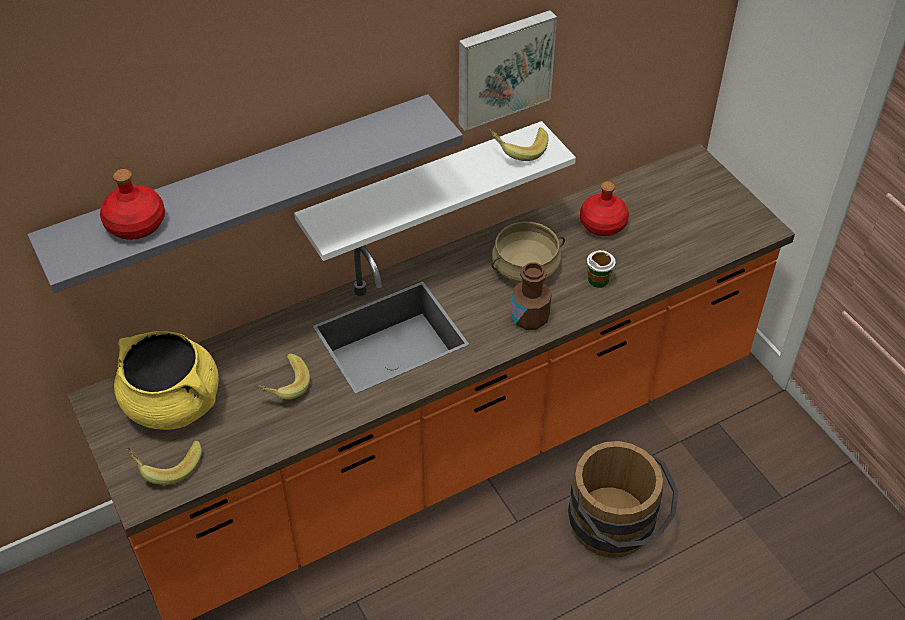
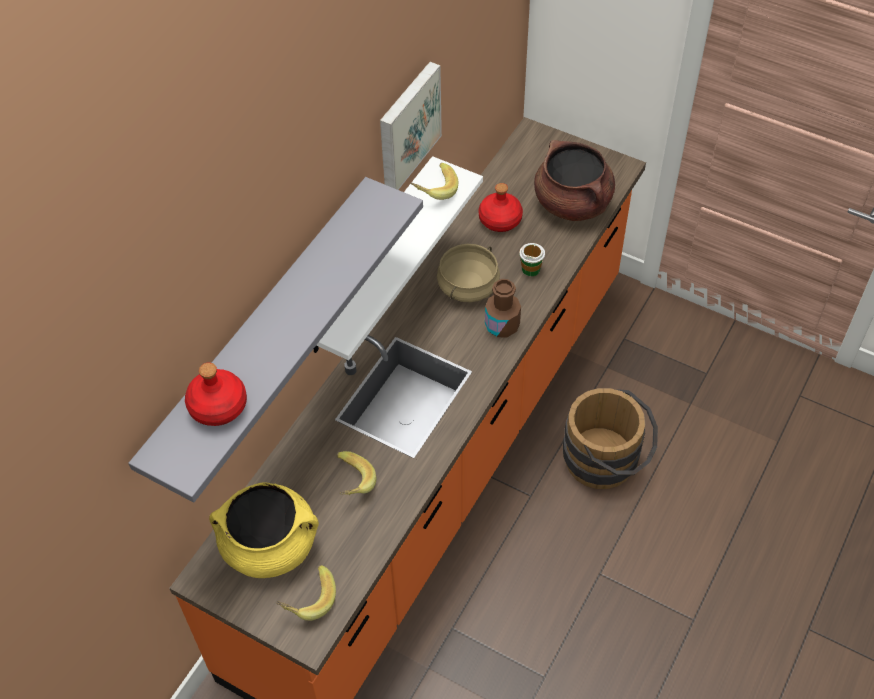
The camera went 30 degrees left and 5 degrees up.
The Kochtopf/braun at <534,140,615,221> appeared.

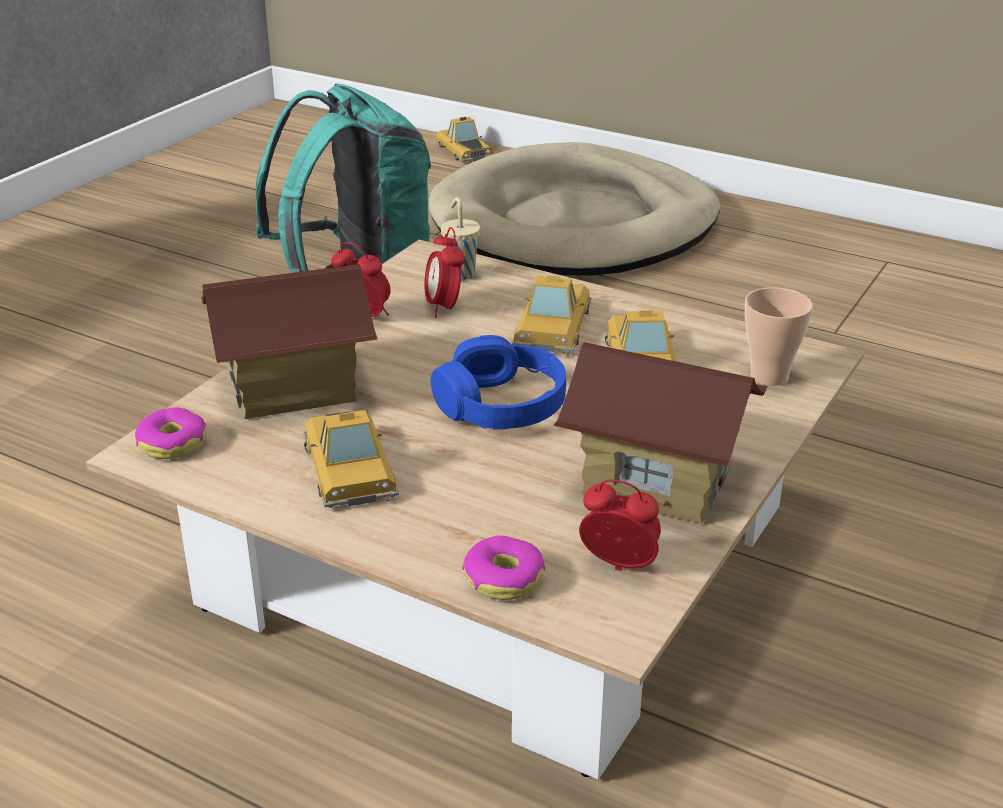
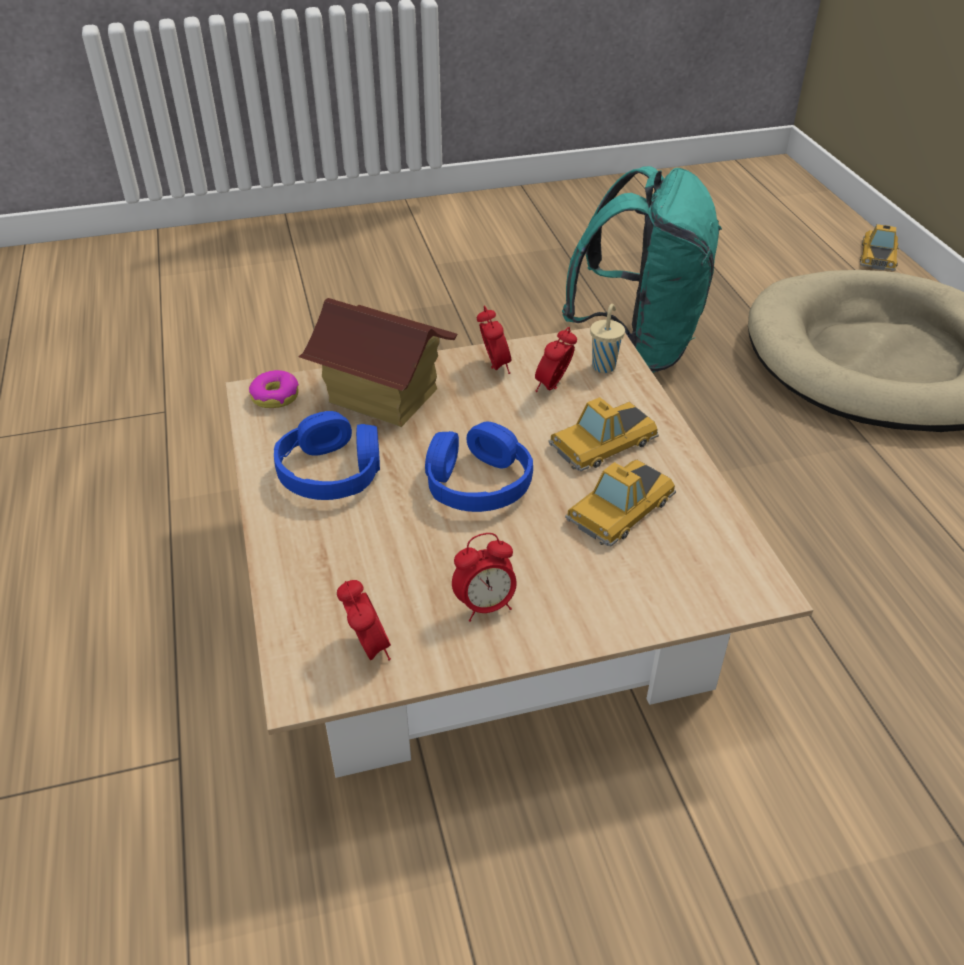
The camera went 45 degrees right and 10 degrees up.
The Spielzeugauto at <303,410,399,508> was replaced by the Kopfhörer/blau at <274,411,380,500>.
The Donut at <463,535,545,600> disappeared.
The Spielzeughaus at <553,342,767,524> was replaced by the Wecker at <452,533,517,622>.
The Tasse at <745,287,813,386> disappeared.

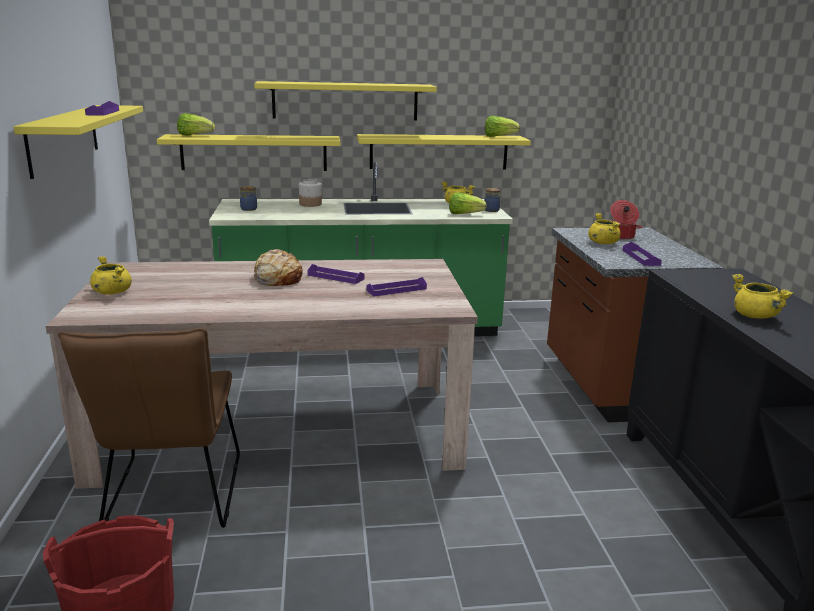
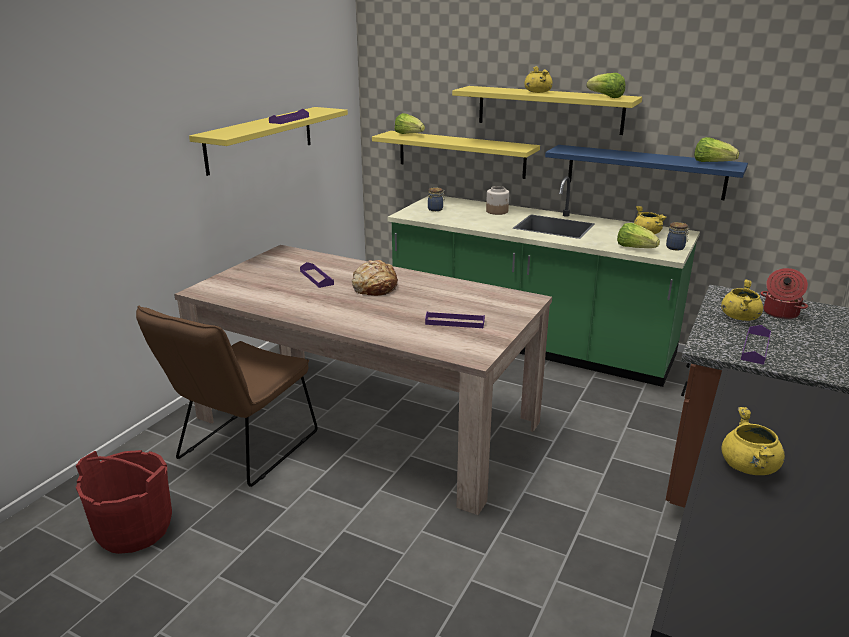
The camera went 35 degrees right and 5 degrees up.
The Kochtopf/gelb moved from <90,256,132,295> to <524,66,553,93>.
The Tablett/lila moved from <308,264,365,284> to <300,262,334,288>.
The Wandregal/gelb at <357,134,531,170> became the Wandregal/blau at <545,145,748,200>.
The Salatkopf at <587,73,625,98> appeared.

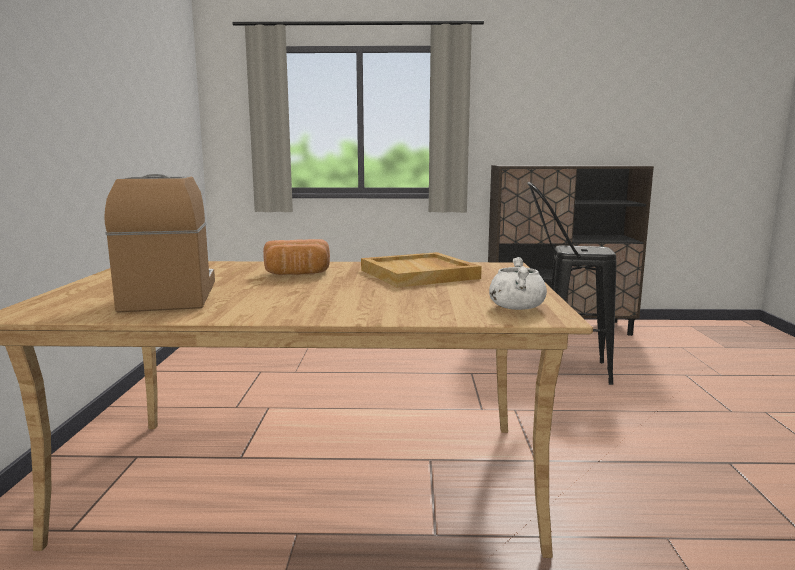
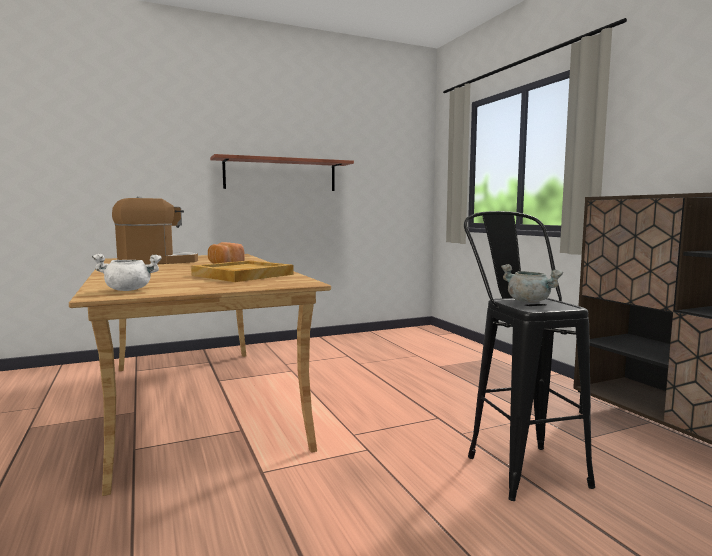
The camera went 65 degrees right and 5 degrees down.
The Wandregal at <210,154,354,191> appeared.
The Kochtopf/grau at <501,264,563,303> appeared.

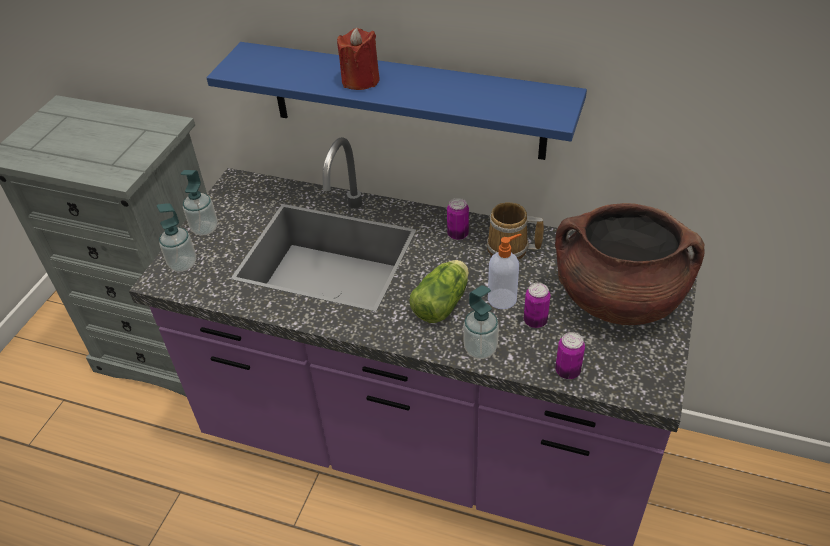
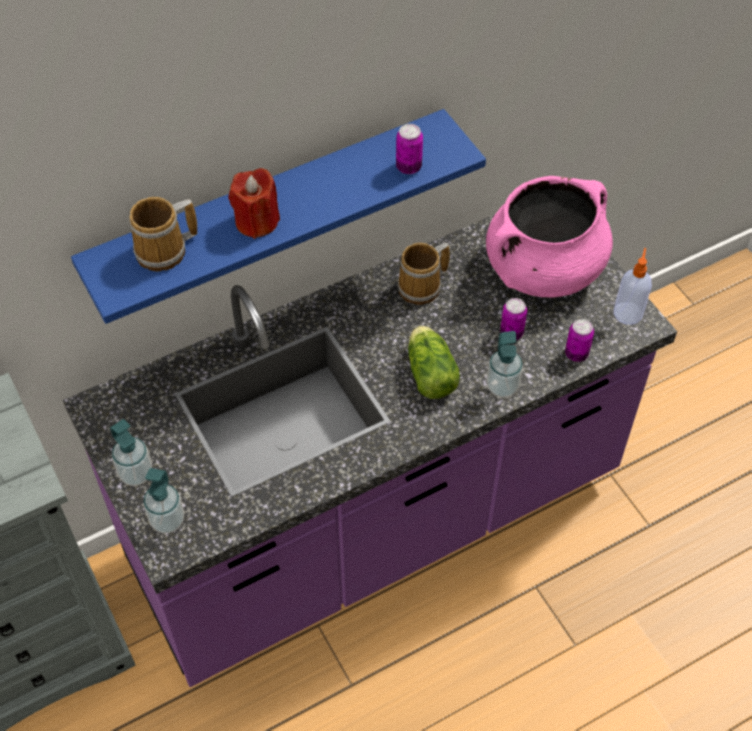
The camera went 50 degrees left and 10 degrees up.
The Dose moved from <447,198,469,240> to <396,124,423,174>.
The Seifenspender moved from <488,234,522,309> to <614,248,652,325>.
The Kochtopf/braun at <555,203,705,325> became the Kochtopf/rosa at <486,176,613,298>.
The Henkelbecher at <129,197,197,271> appeared.

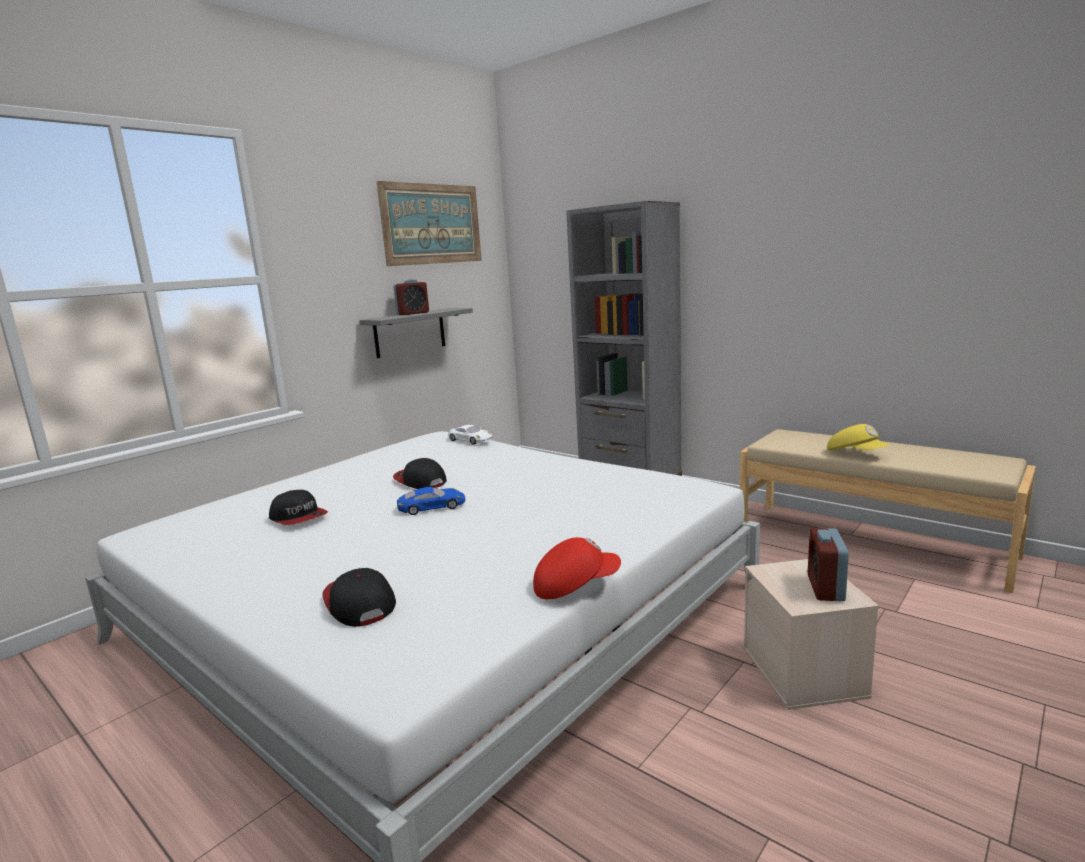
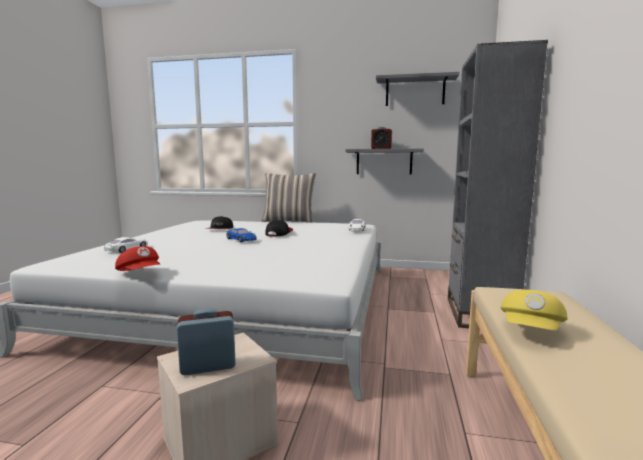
The camera went 60 degrees right and 5 degrees down.
The Kappe at <322,568,396,627> was replaced by the Spielzeugauto/weiß at <104,237,148,253>.
The Bild at <376,181,482,266> was replaced by the Wandregal/grau at <376,72,459,106>.
The Kissen at <261,173,316,223> appeared.

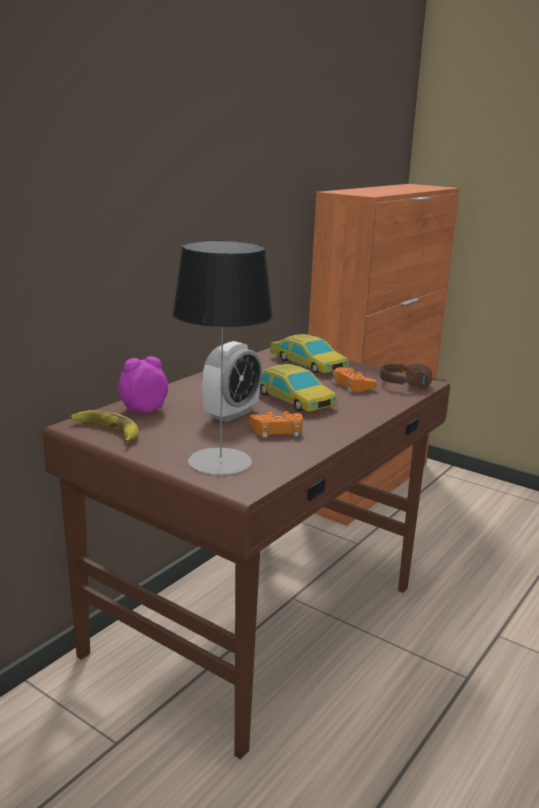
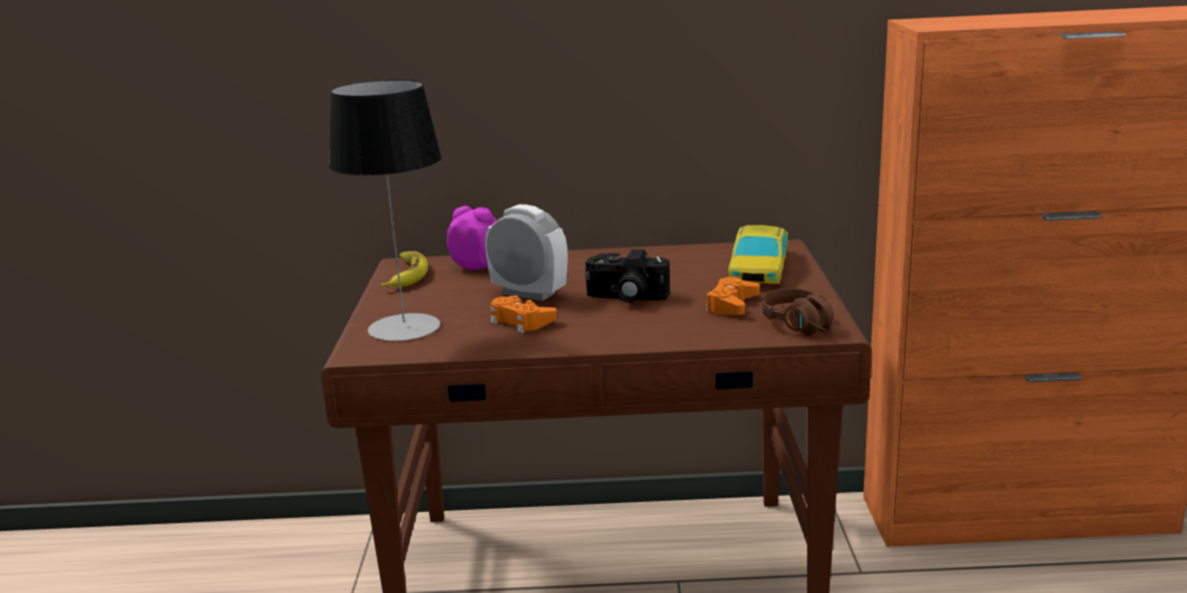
The camera went 55 degrees right and 0 degrees up.
The Wecker at <202,341,262,422> turned 150 degrees counterclockwise.
The Spielzeugauto at <260,364,338,412> was replaced by the Kamera at <586,249,670,303>.

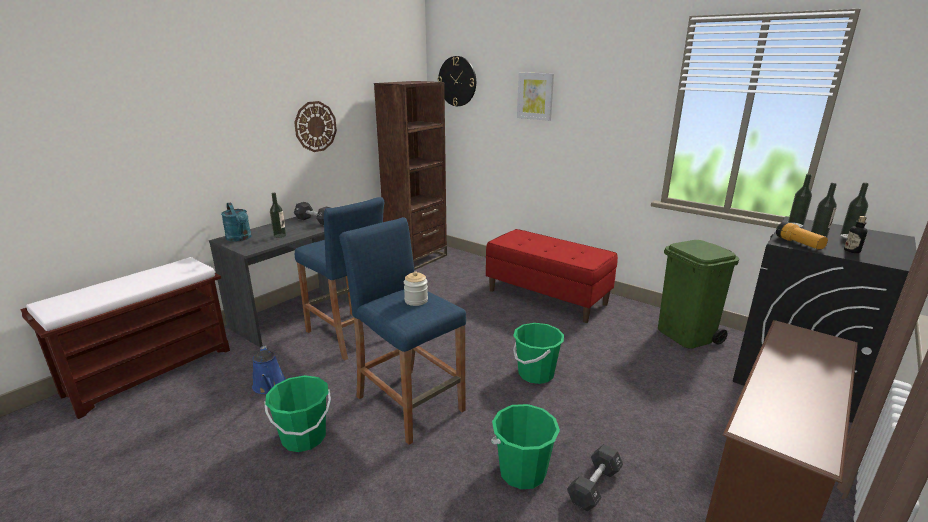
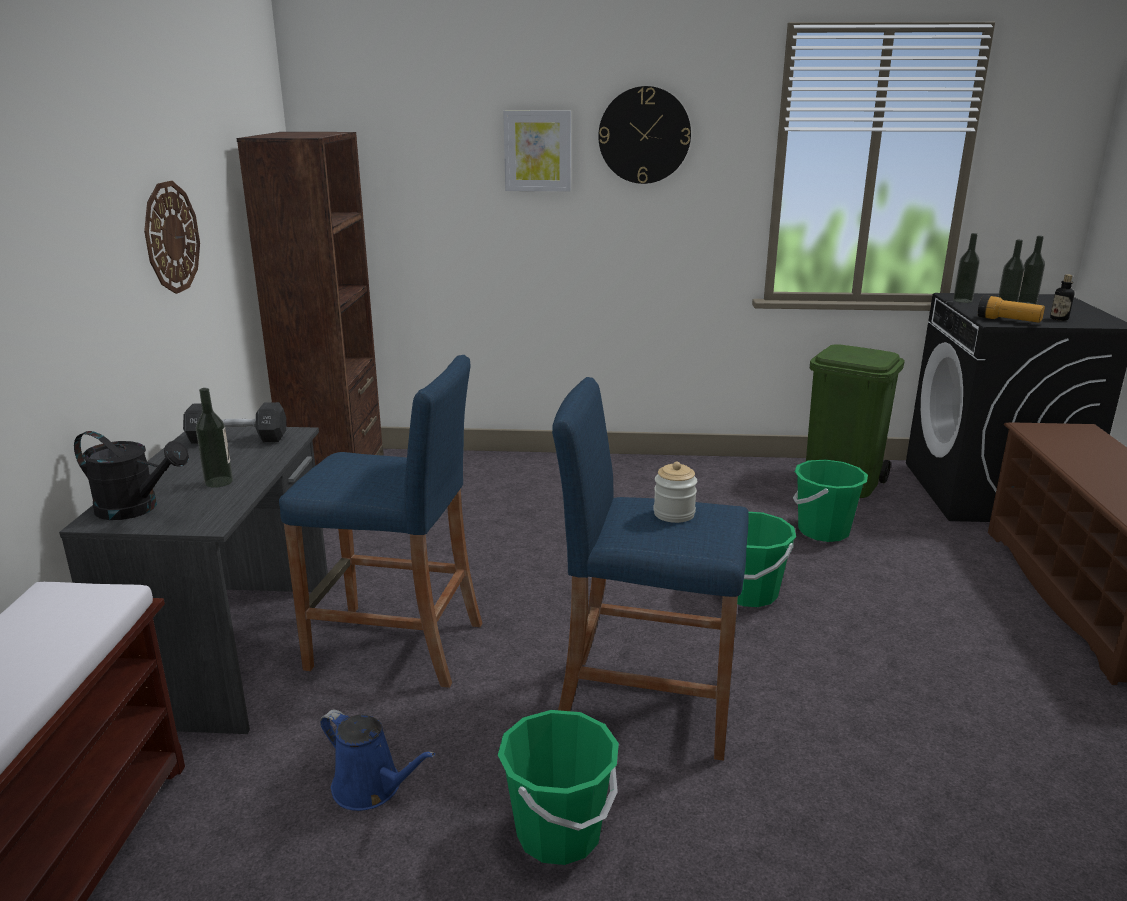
The camera went 35 degrees left and 0 degrees up.
The Gießkanne/türkis at <221,202,252,242> became the Gießkanne/schwarz at <74,431,189,520>.
The Wanduhr moved from <437,56,476,106> to <598,86,691,184>.
The Bank/rot at <486,229,618,323> disappeared.
The Eimer/grün moved from <491,404,560,489> to <793,460,868,542>.
The Hantel/schwarz at <567,444,623,512> disappeared.

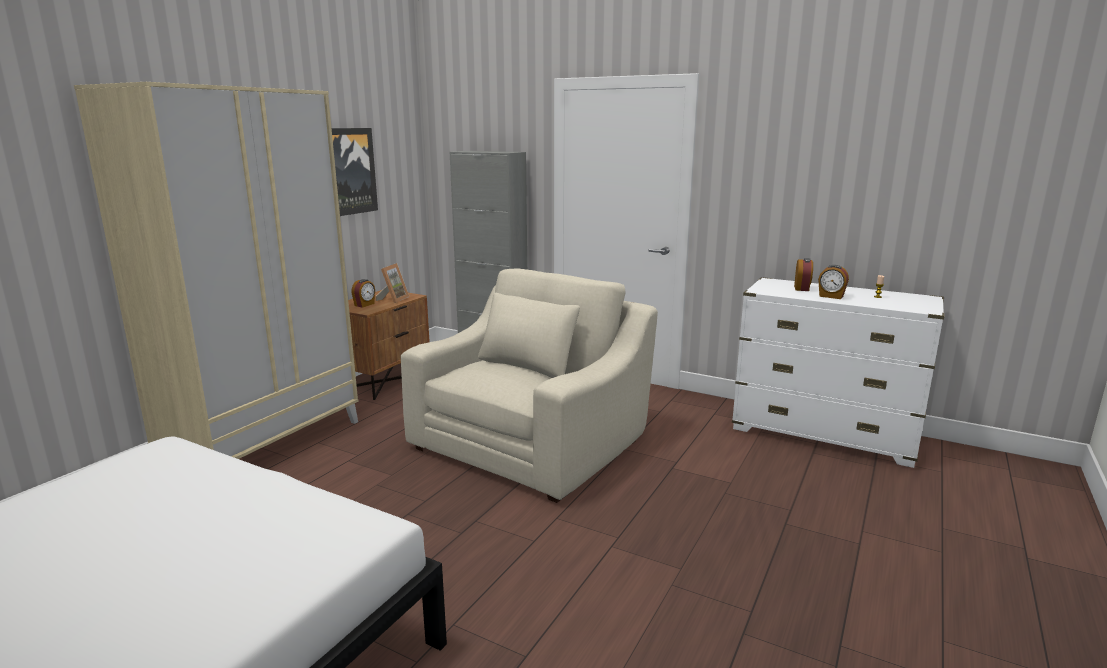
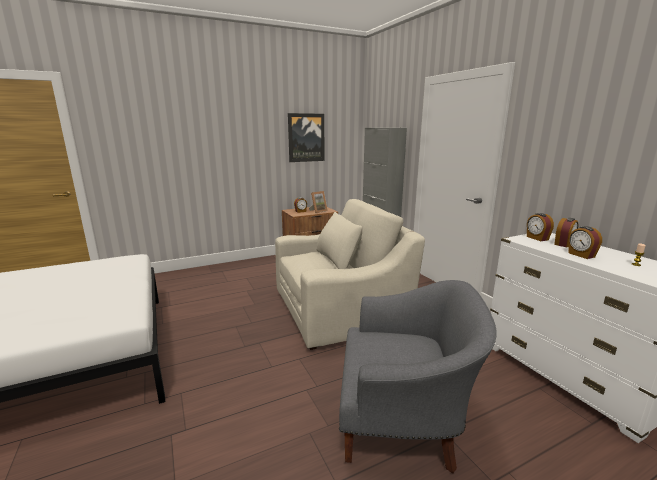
The camera went 35 degrees right and 0 degrees up.
The Kleiderschrank/beige at <74,82,359,459> disappeared.
The Sessel/grau at <339,280,497,474> appeared.
The Wecker at <527,213,554,241> appeared.

